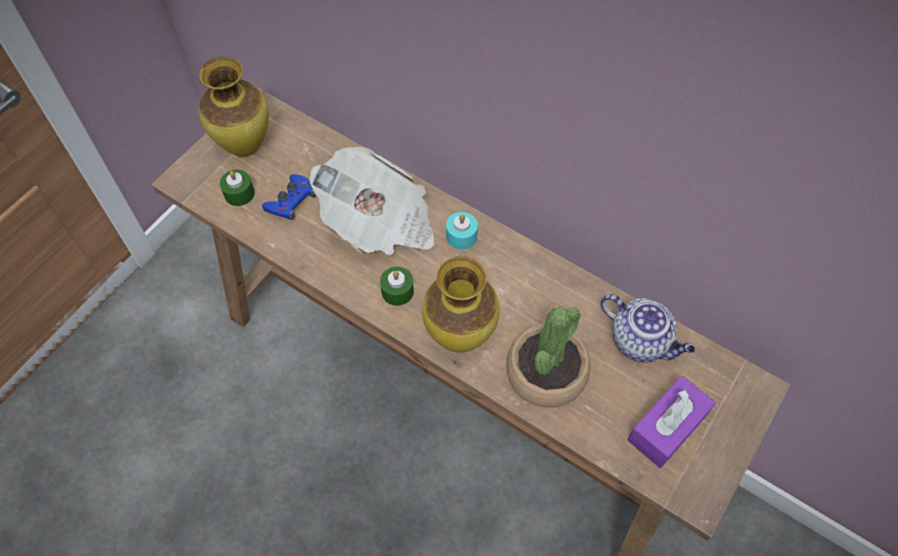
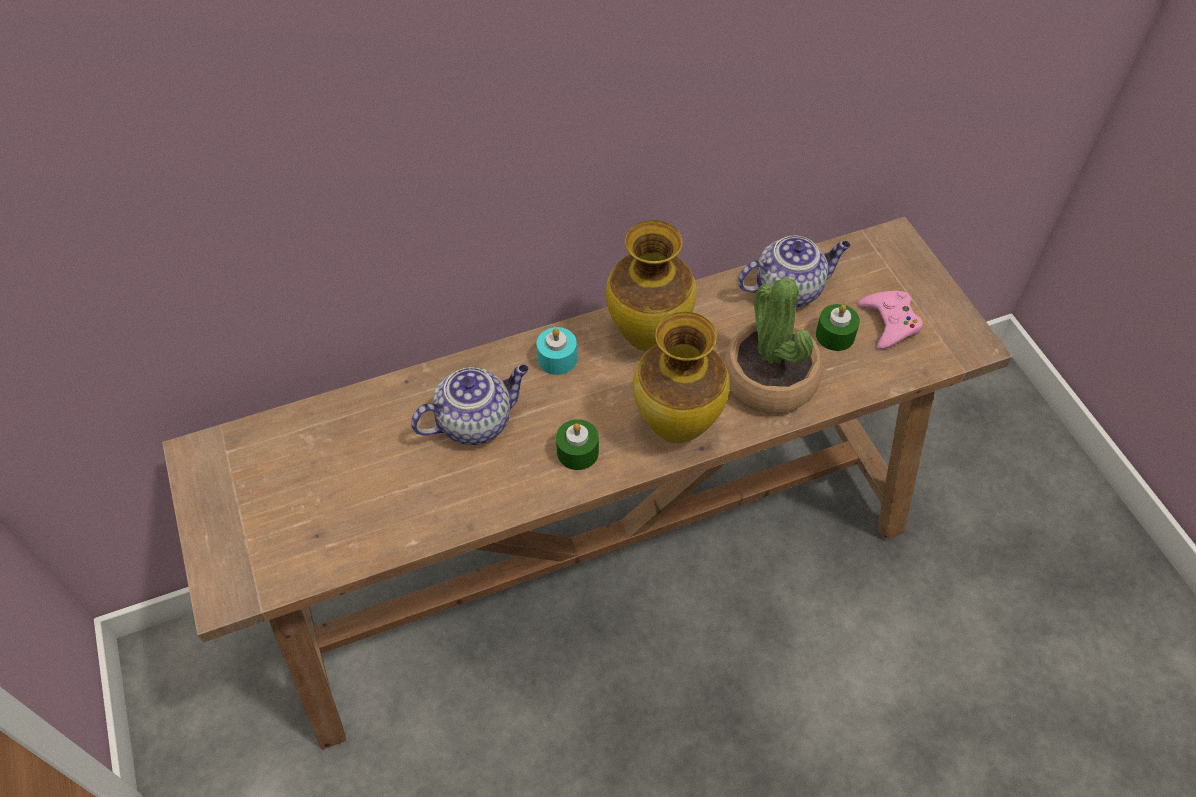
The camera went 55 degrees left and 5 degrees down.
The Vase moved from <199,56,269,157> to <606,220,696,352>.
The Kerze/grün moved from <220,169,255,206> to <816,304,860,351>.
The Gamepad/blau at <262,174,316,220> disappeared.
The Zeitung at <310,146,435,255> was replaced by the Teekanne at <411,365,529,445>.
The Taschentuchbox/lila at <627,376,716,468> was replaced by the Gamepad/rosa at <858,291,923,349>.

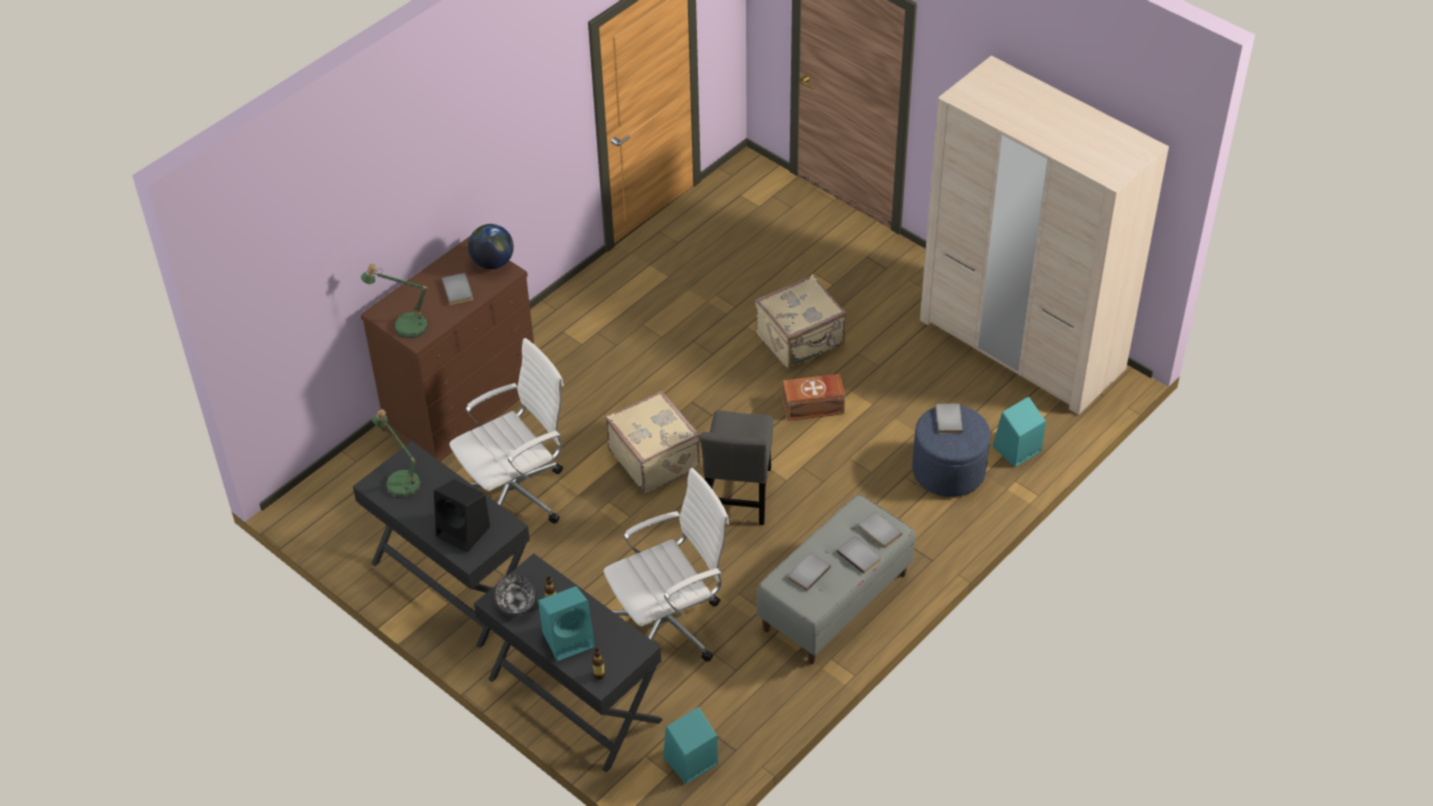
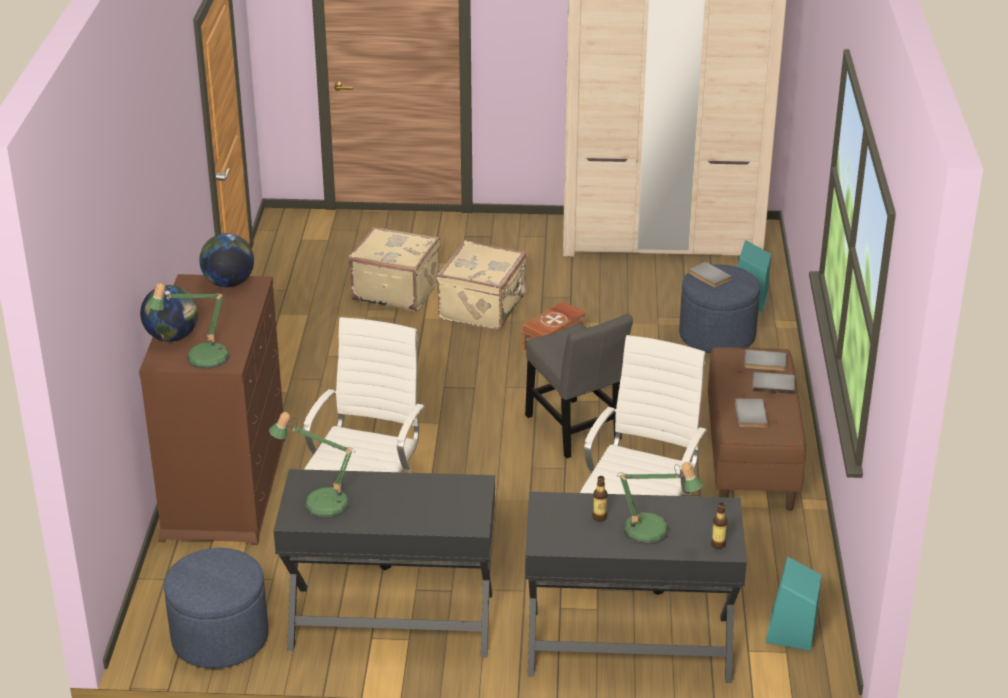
The camera went 40 degrees left and 15 degrees down.
The Lautsprecher/schwarz at <434,479,490,552> disappeared.
The Buch/grau at <442,273,473,305> disappeared.
The Schüssel at <495,574,536,614> disappeared.
The Lautsprecher/türkis at <538,586,595,662> was replaced by the Tischlampe at <617,462,704,545>.
The Koffer/beige moved from <606,391,700,493> to <349,227,440,311>.
The Bank/grau at <756,494,915,664> became the Bank/braun at <708,347,806,511>.
The Globus at <140,285,198,342> appeared.
The Polsterhocker/blau at <164,548,268,669> appeared.

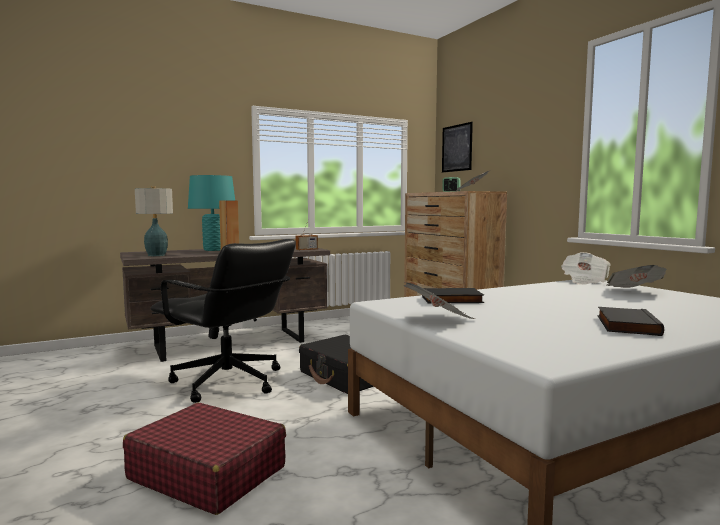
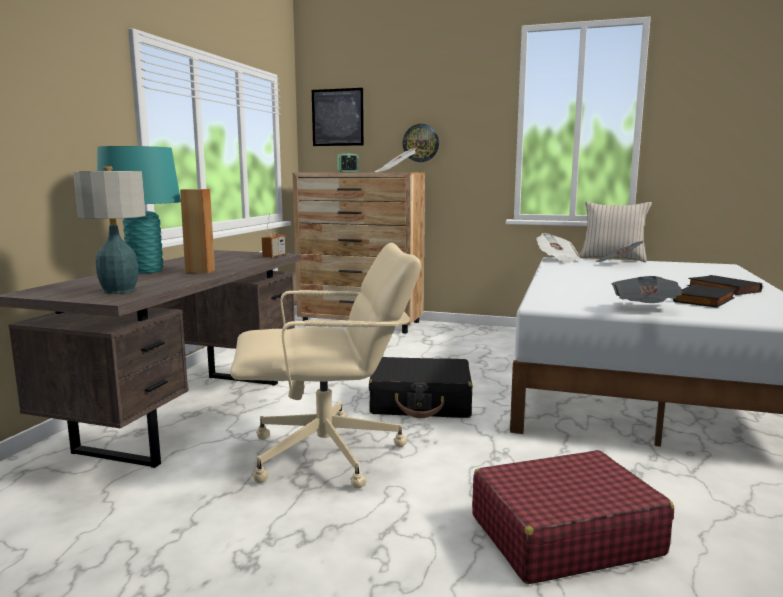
The camera went 45 degrees left and 5 degrees up.
The Bürostuhl/schwarz at <151,239,296,403> became the Bürostuhl/beige at <230,243,421,489>.
The Buch/schwarz moved from <422,288,484,304> to <673,284,736,307>.
The Wanduhr at <403,124,439,162> appeared.
The Kissen/beige at <578,202,652,262> appeared.

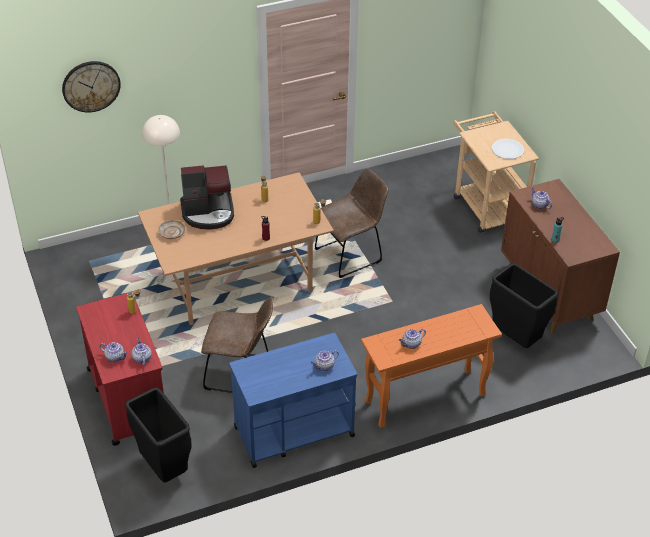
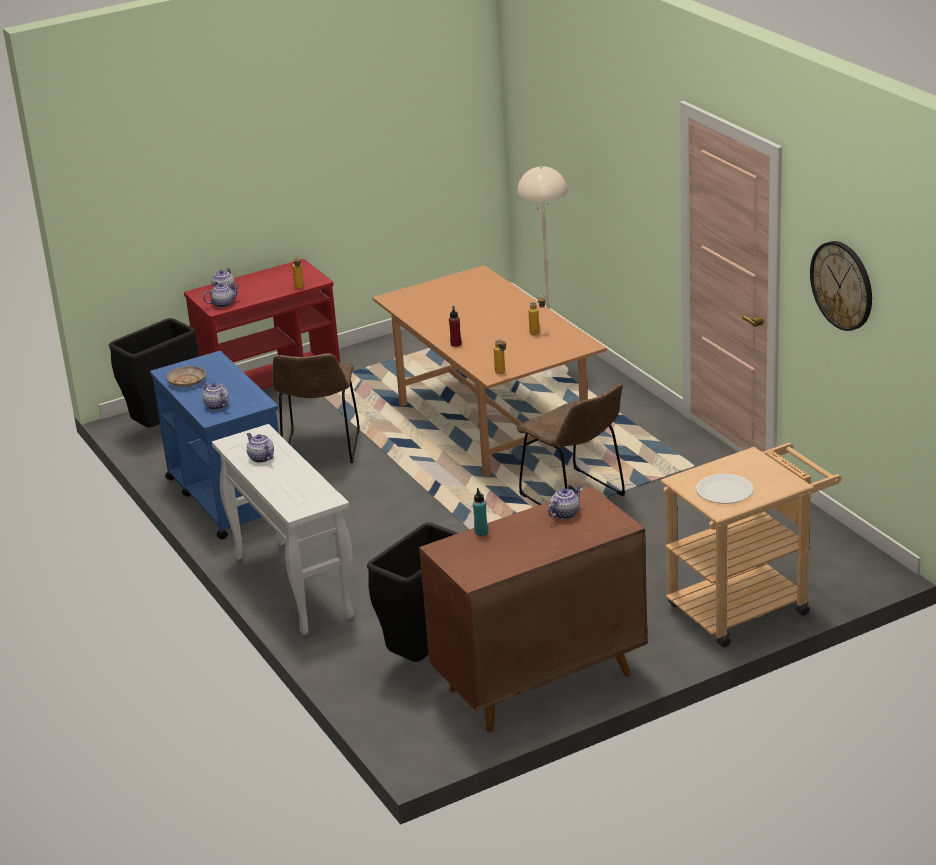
The camera went 85 degrees right and 15 degrees down.
The Wanduhr moved from <62,61,121,113> to <810,241,872,331>.
The Teller/beige moved from <158,220,185,239> to <167,366,206,387>.
The Kaffeemaschine at <180,165,234,229> disappeared.
The Konsolentisch/orange at <361,304,502,428> became the Konsolentisch/weiß at <212,424,354,635>.

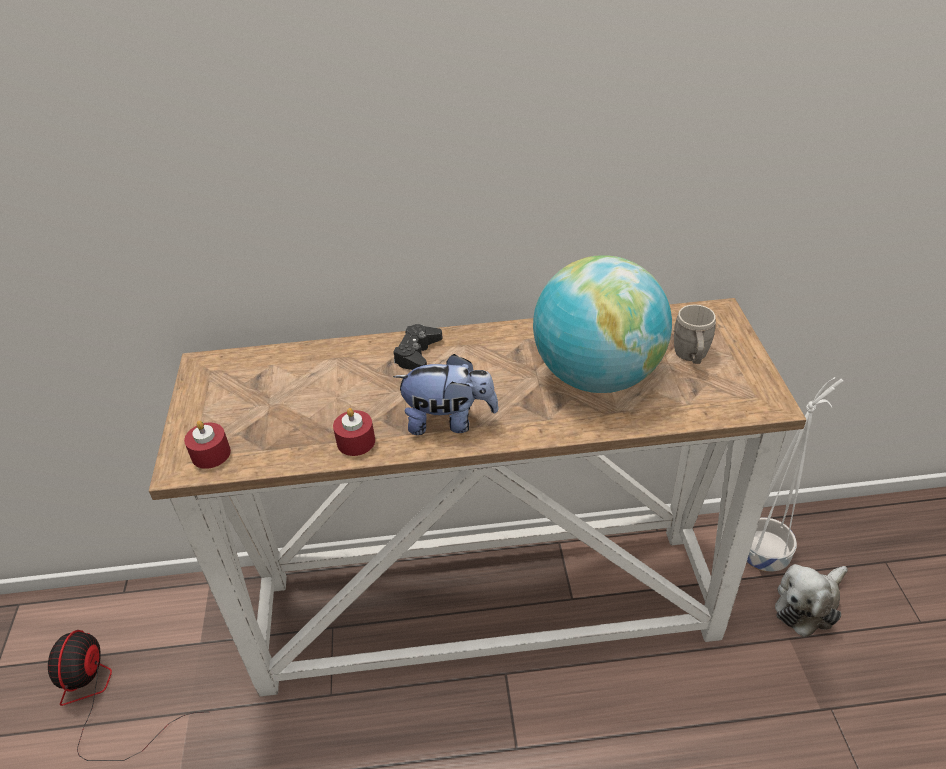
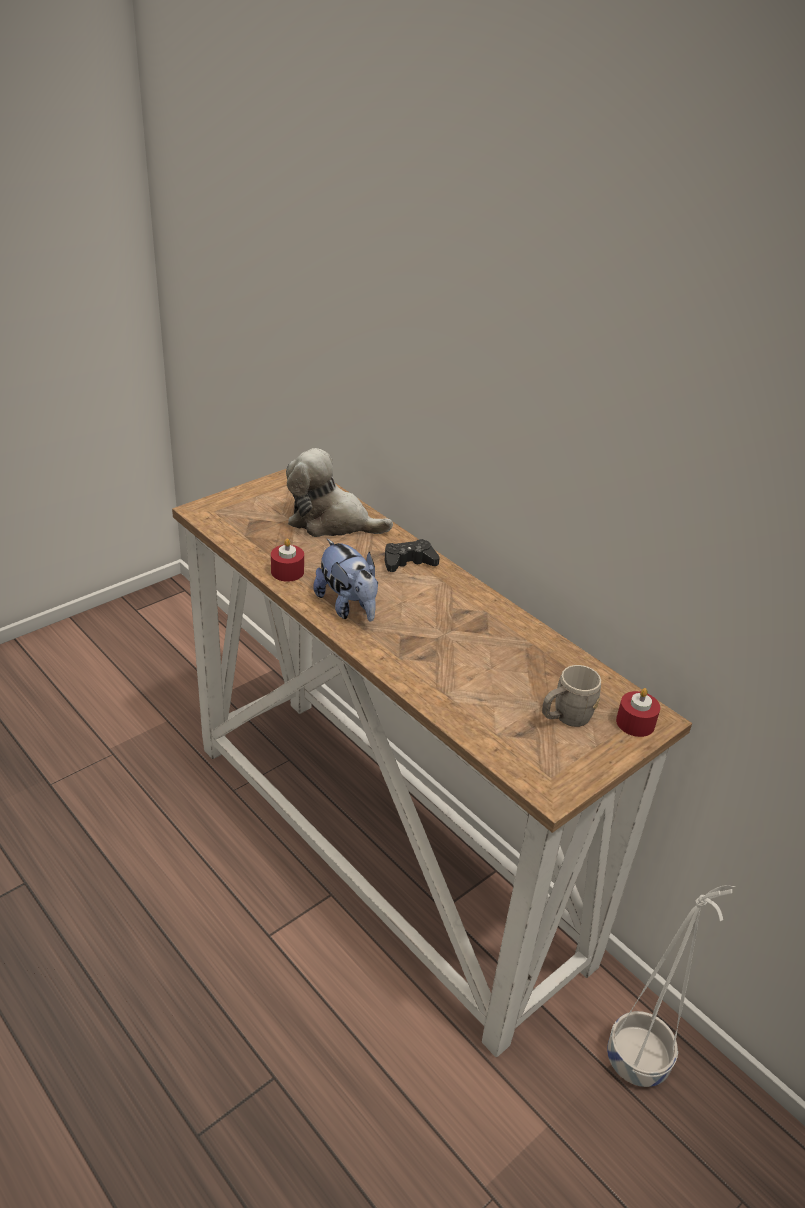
The camera went 50 degrees right and 5 degrees down.
The Ventilator at <48,630,210,761> disappeared.
The Kerze/rot moved from <184,421,231,469> to <616,688,660,737>.
The Globus at <533,255,672,393> disappeared.
The Plüschtier moved from <775,564,848,637> to <286,448,393,537>.

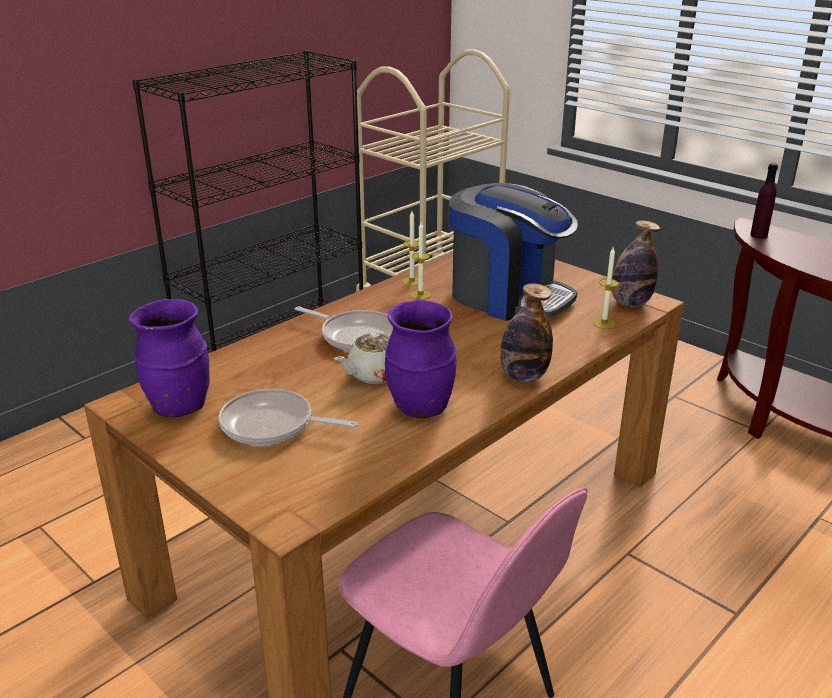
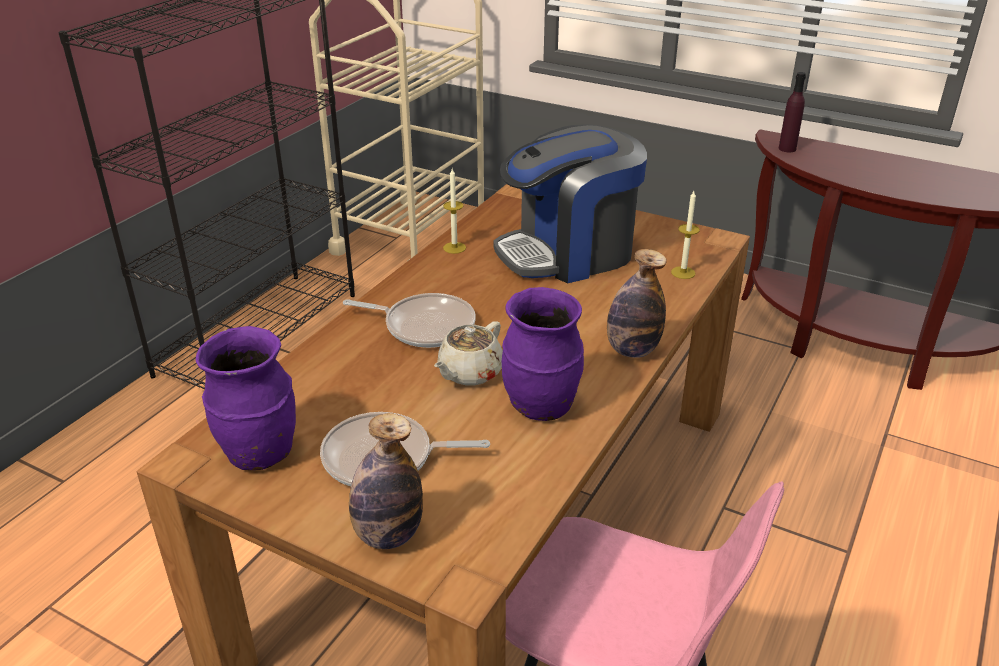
The camera went 15 degrees left and 5 degrees up.
The Kerze at <411,223,431,300> disappeared.
The Kaffeemaschine at <449,183,578,321> turned 135 degrees clockwise.
The Flasche moved from <611,220,660,307> to <349,413,423,549>.

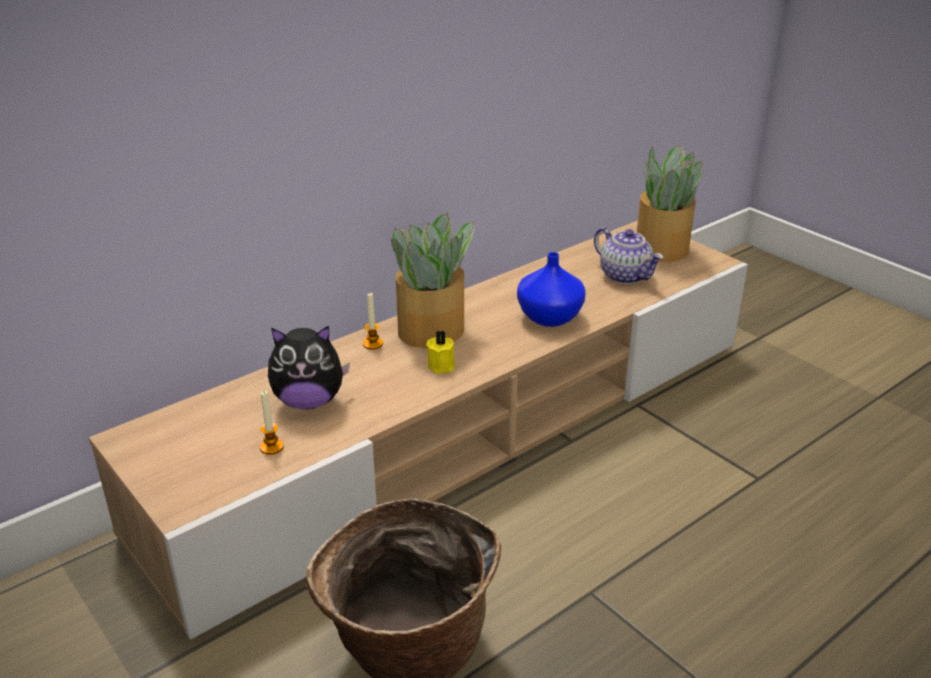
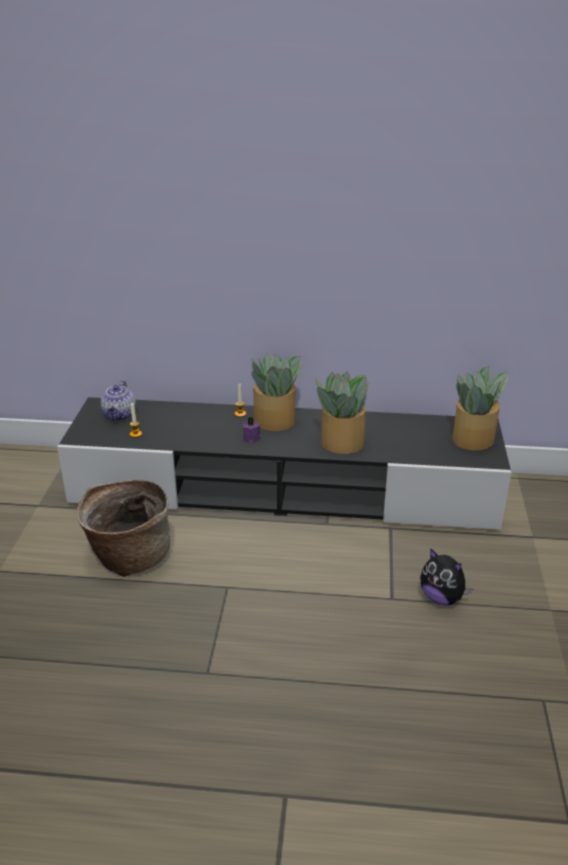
The camera went 45 degrees right and 0 degrees up.
The Fernsehschrank/beige at <89,221,748,640> became the Fernsehschrank/schwarz at <57,397,511,530>.
The Plüschtier moved from <268,325,350,409> to <420,548,473,605>.
The Kerze/gelb at <426,331,455,374> became the Kerze/lila at <243,417,262,443>.
The Vase/blau at <517,252,585,327> was replaced by the Topfpflanze at <315,372,369,454>.
The Teekanne moved from <594,227,663,284> to <100,380,136,421>.

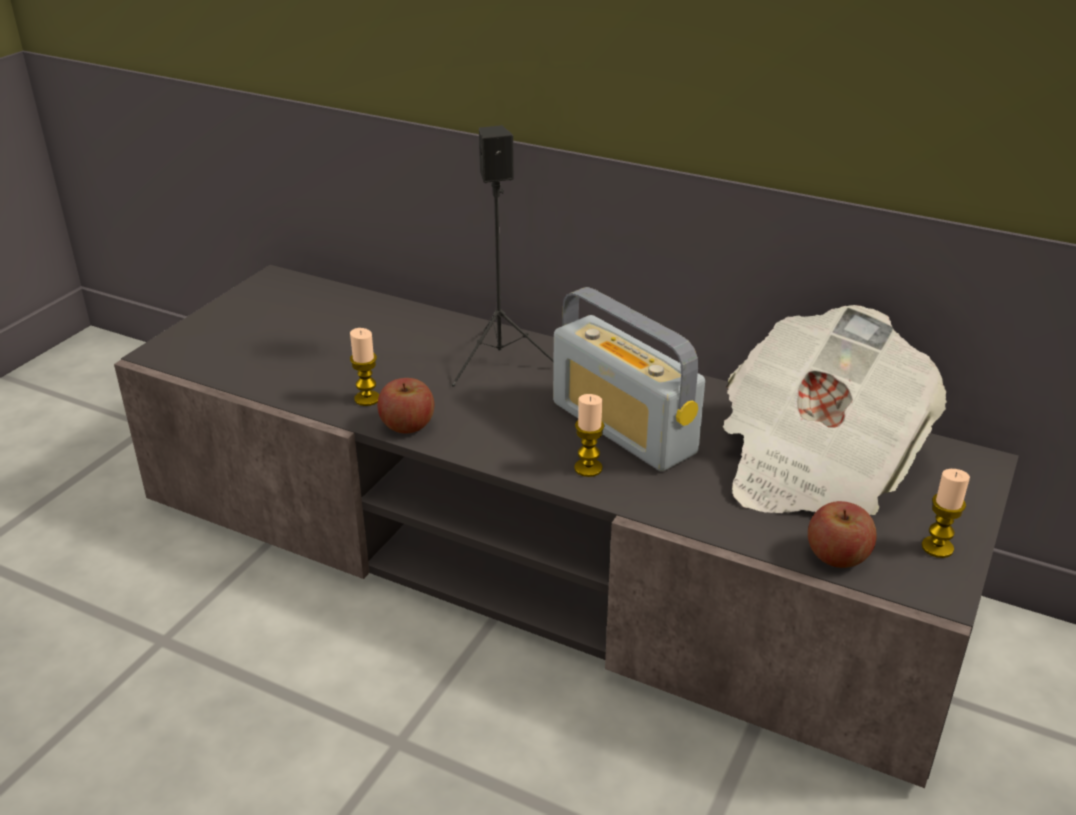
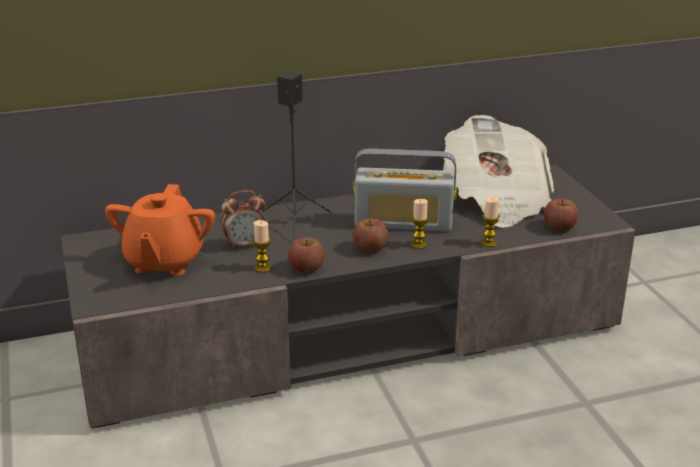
The camera went 45 degrees left and 5 degrees down.
The Kerze moved from <922,469,970,558> to <481,197,500,247>.
The Teekanne/orange at <105,184,215,275> appeared.
The Wecker at <221,190,265,250> appeared.
The Apfel at <353,218,388,253> appeared.

